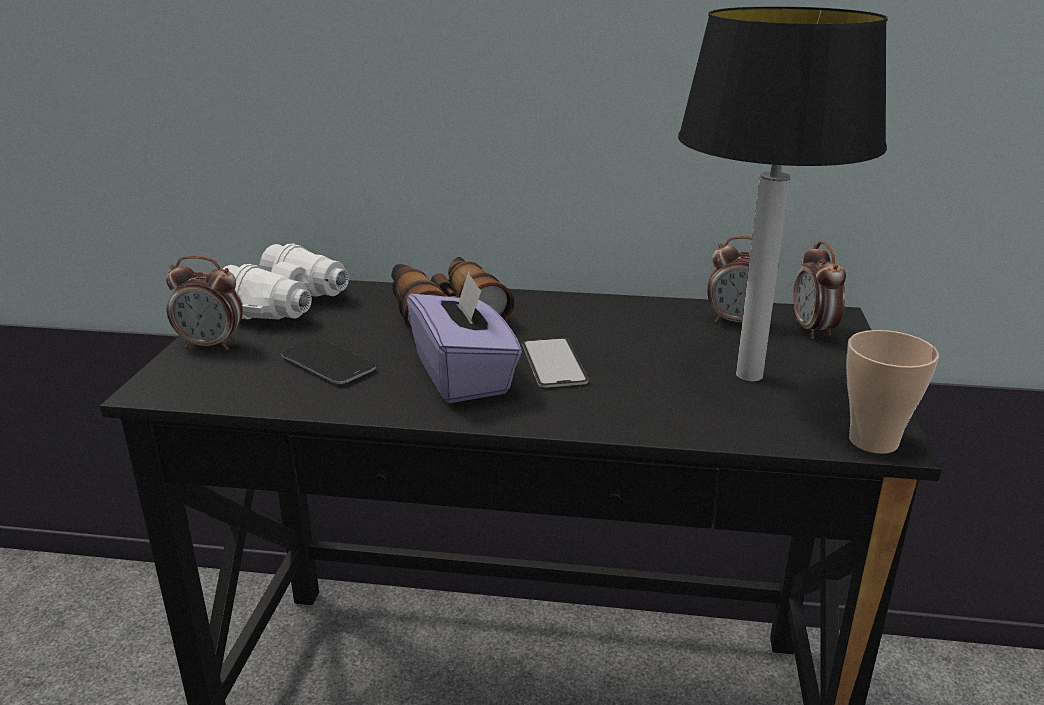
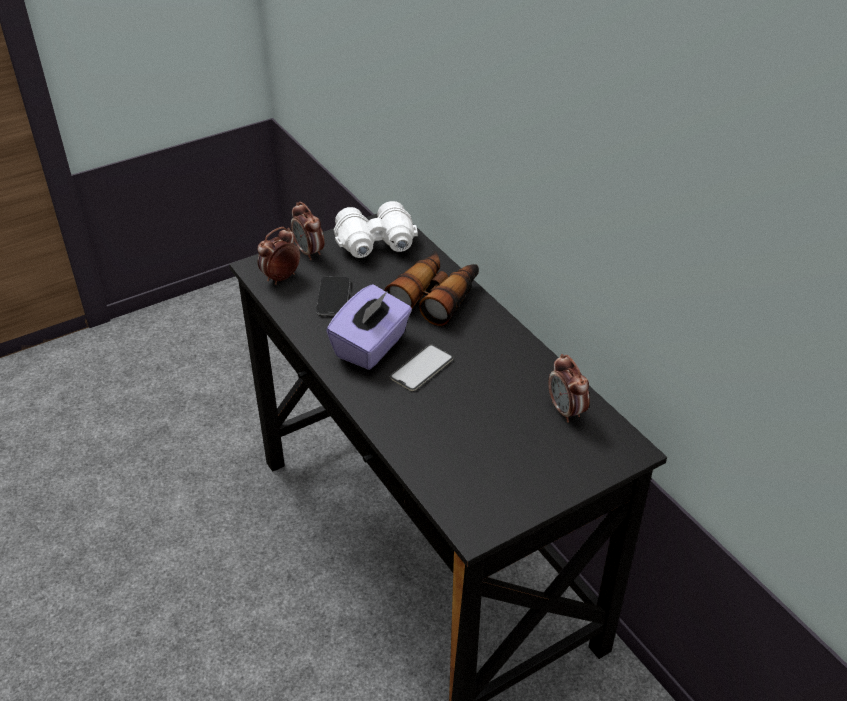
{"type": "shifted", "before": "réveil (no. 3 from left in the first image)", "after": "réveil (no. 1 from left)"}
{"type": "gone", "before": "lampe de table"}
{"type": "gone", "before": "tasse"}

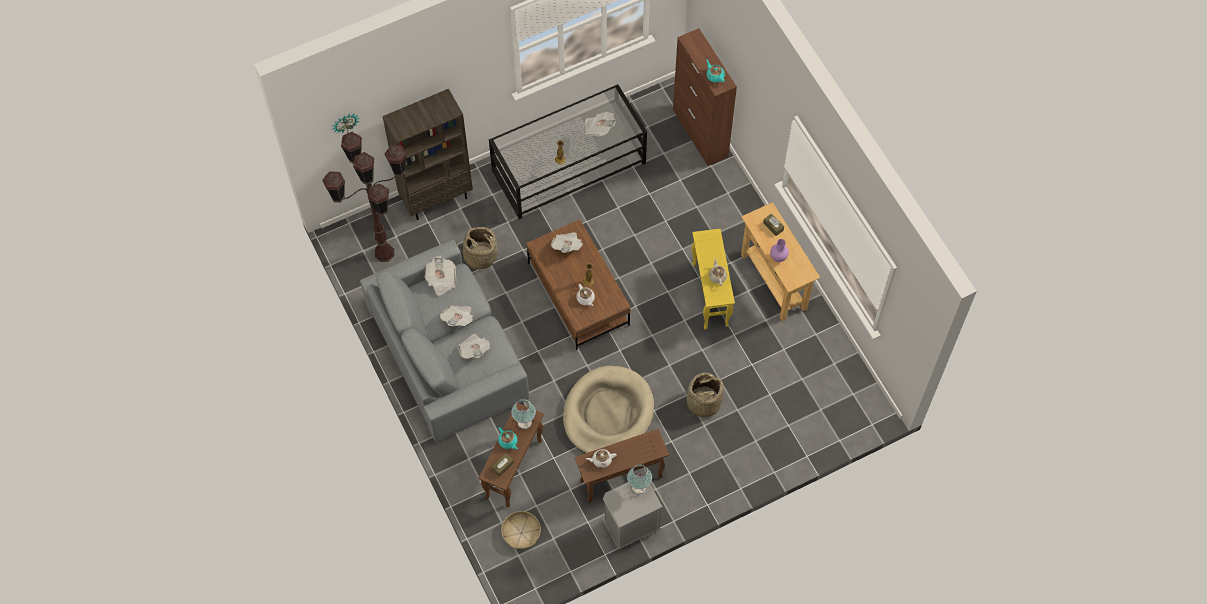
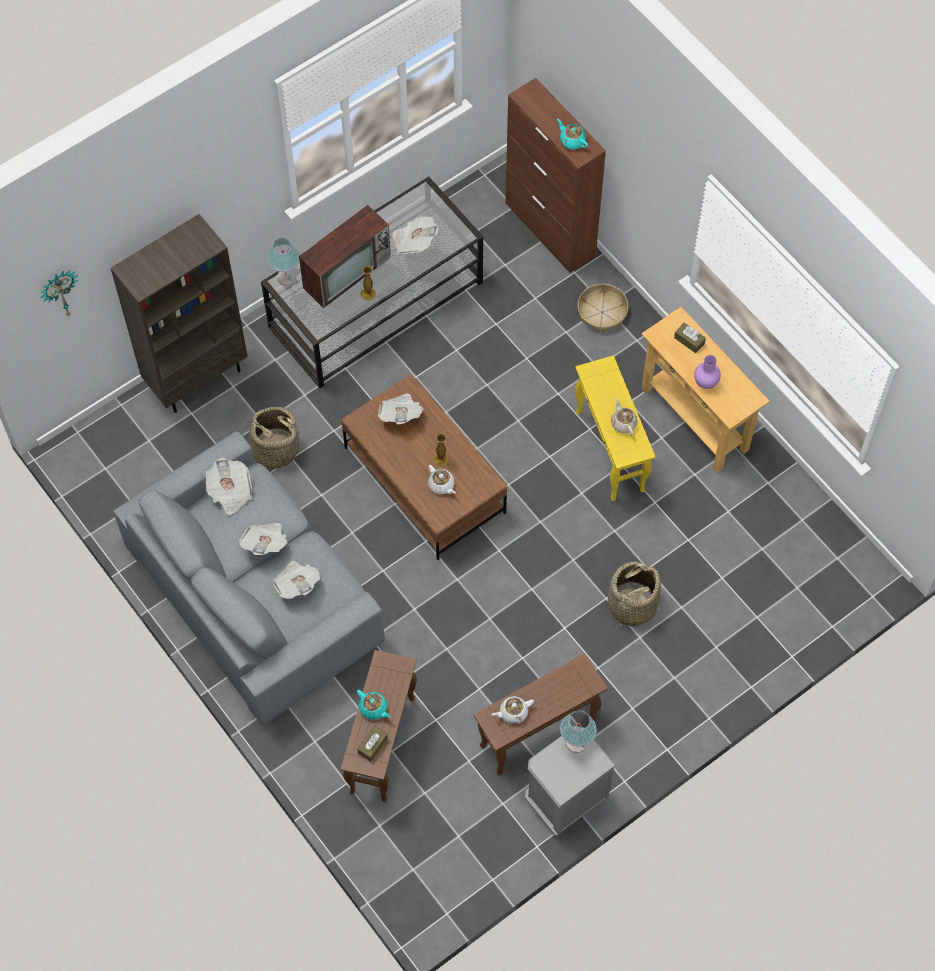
{"type": "shifted", "before": "lampe de table (no. 1 from left)"}
{"type": "new", "after": "téléviseur"}
{"type": "shifted", "before": "panier (no. 2 from left)"}
{"type": "gone", "before": "lampadaire (marron)"}
{"type": "gone", "before": "panier pour chien (beige)"}

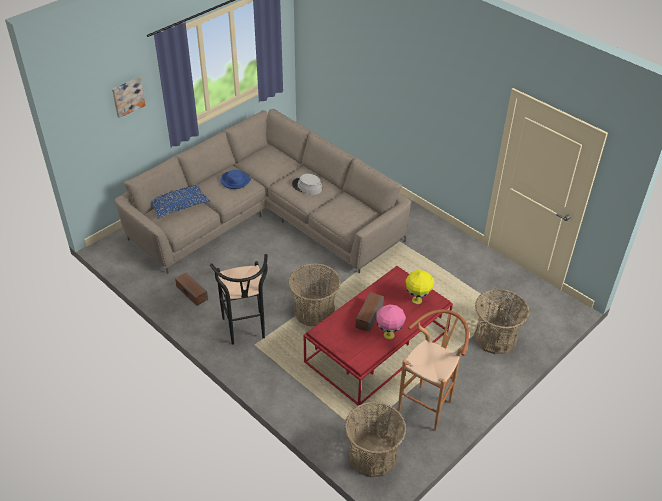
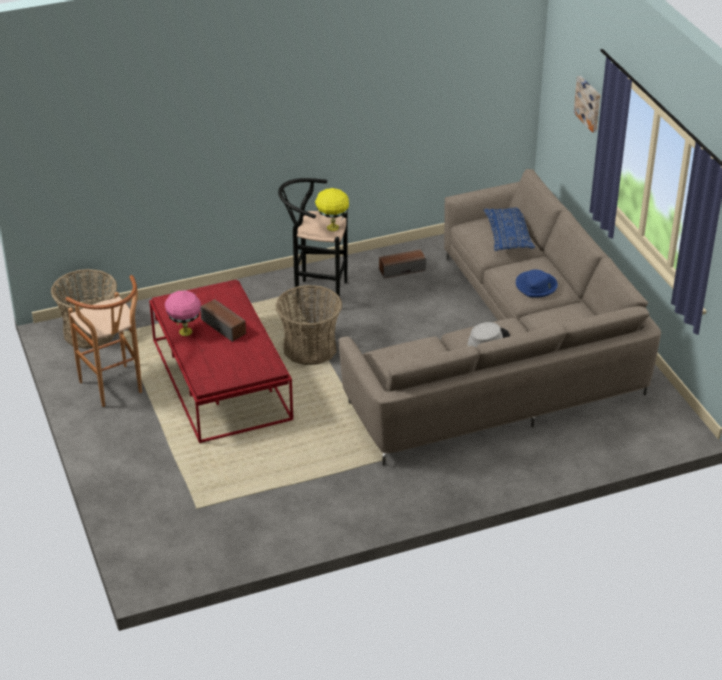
{"type": "shifted", "before": "lampe de table (jaune)"}
{"type": "gone", "before": "panier (no. 3 from left)"}

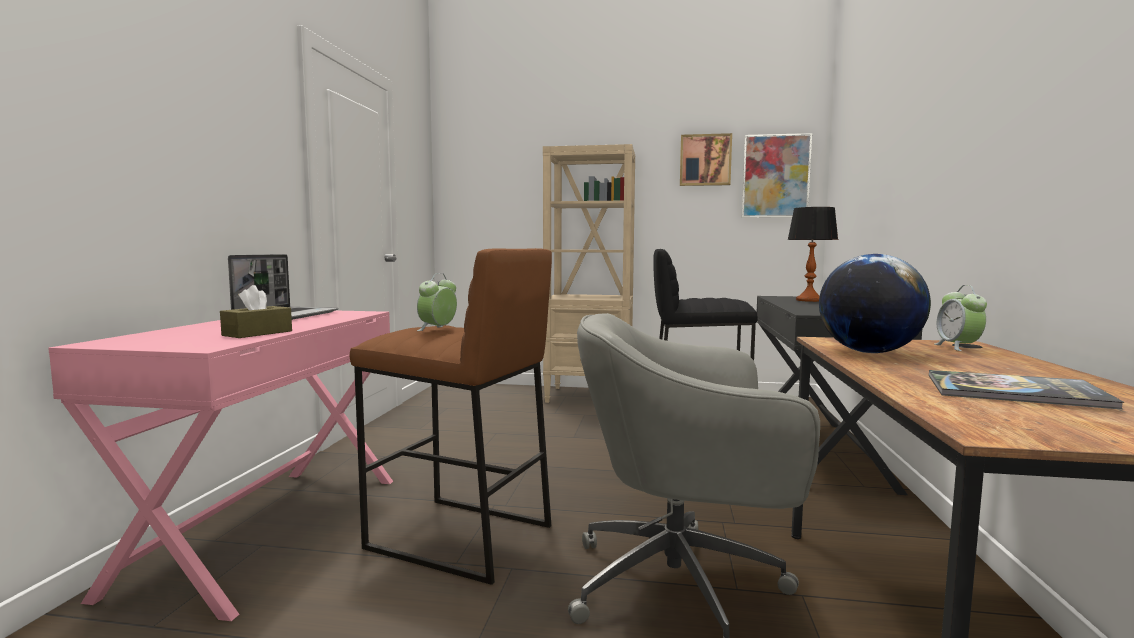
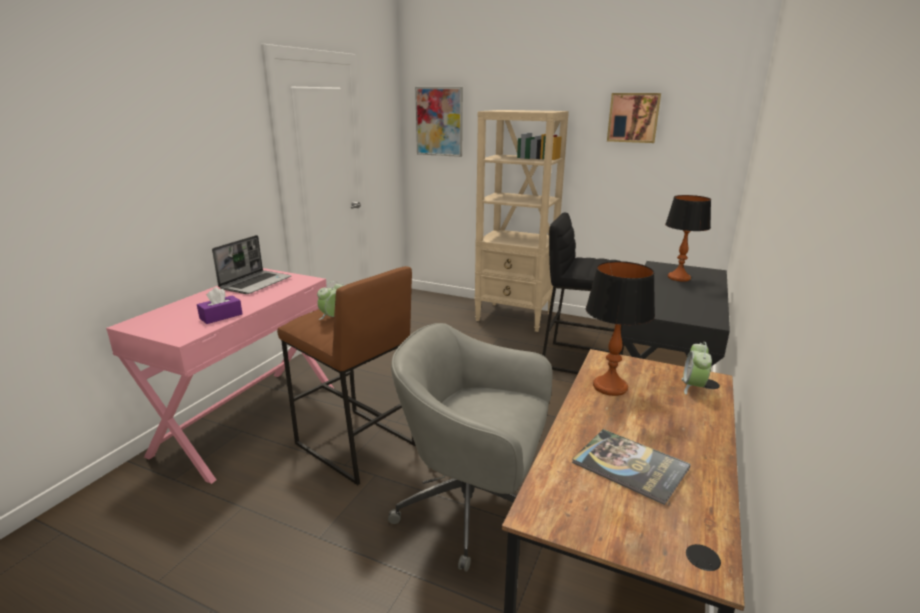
{"type": "repainted", "before": "boîte à mouchoirs (marron)", "after": "boîte à mouchoirs (violet)"}
{"type": "shifted", "before": "tableau (no. 2 from left in the first image)", "after": "tableau (no. 1 from left)"}
{"type": "swapped", "before": "globe", "after": "lampe de table (no. 1 from left)"}

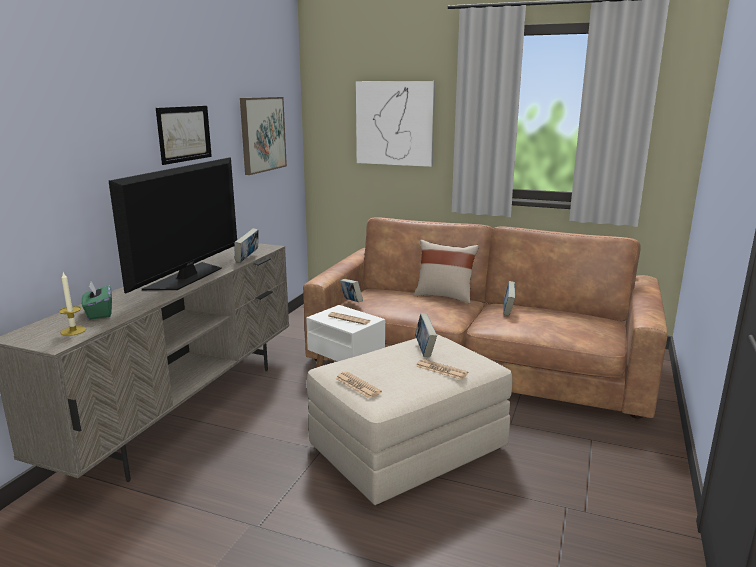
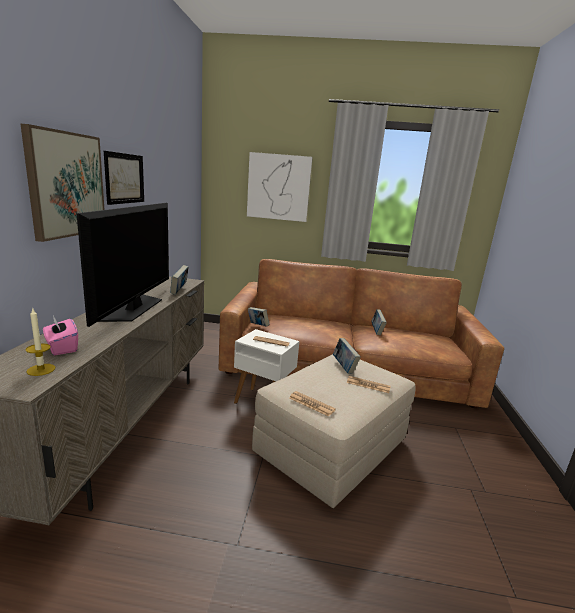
{"type": "shifted", "before": "tableau (no. 2 from left in the first image)", "after": "tableau (no. 1 from left)"}
{"type": "repainted", "before": "boîte à mouchoirs (vert)", "after": "boîte à mouchoirs (rose)"}
{"type": "gone", "before": "coussin (beige)"}

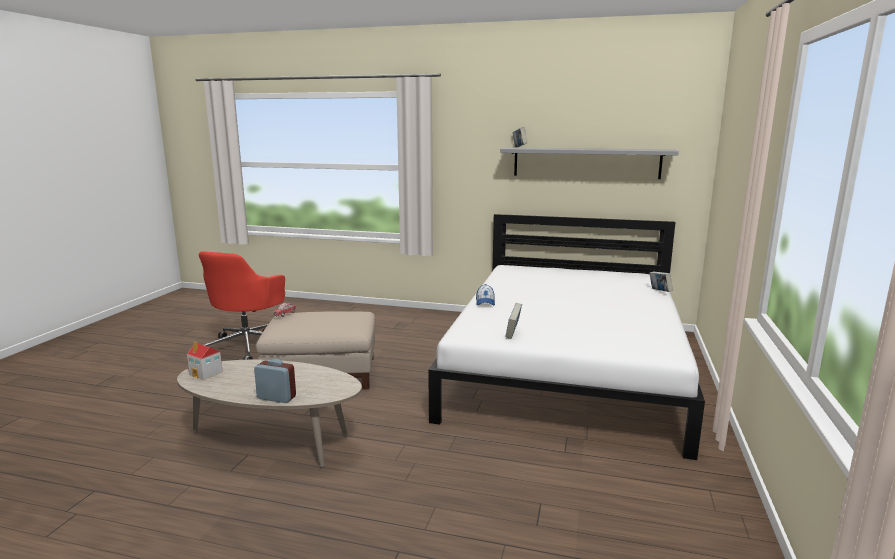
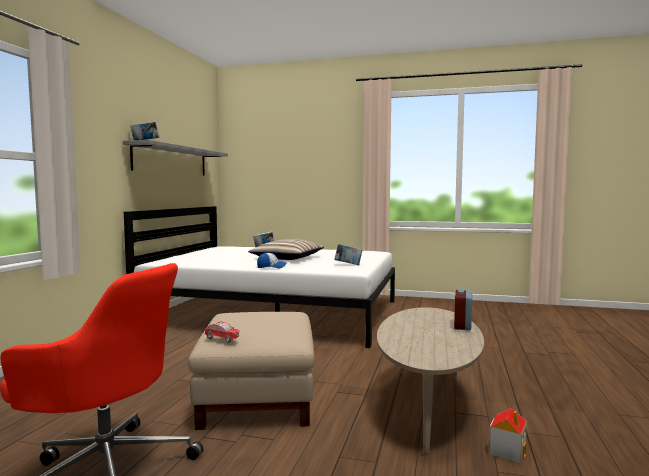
{"type": "new", "after": "coussin"}
{"type": "shifted", "before": "maison miniature"}

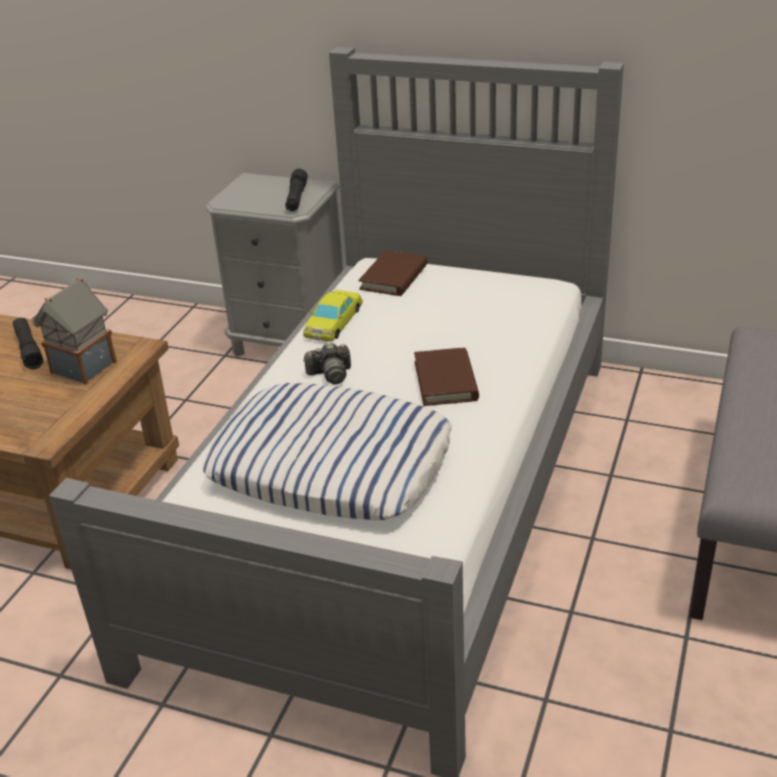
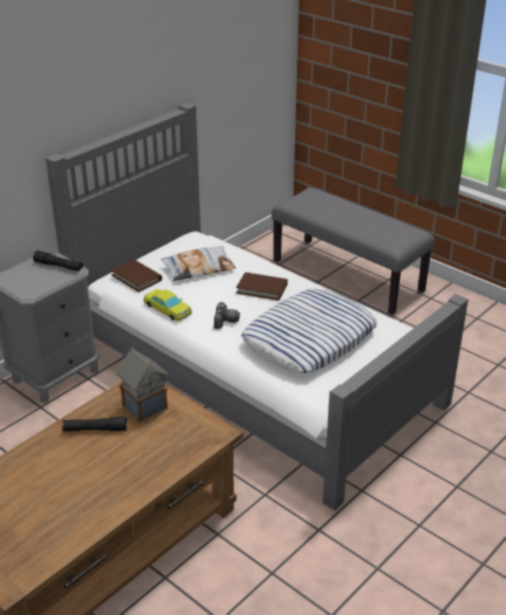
{"type": "new", "after": "coussin (no. 1 from left)"}

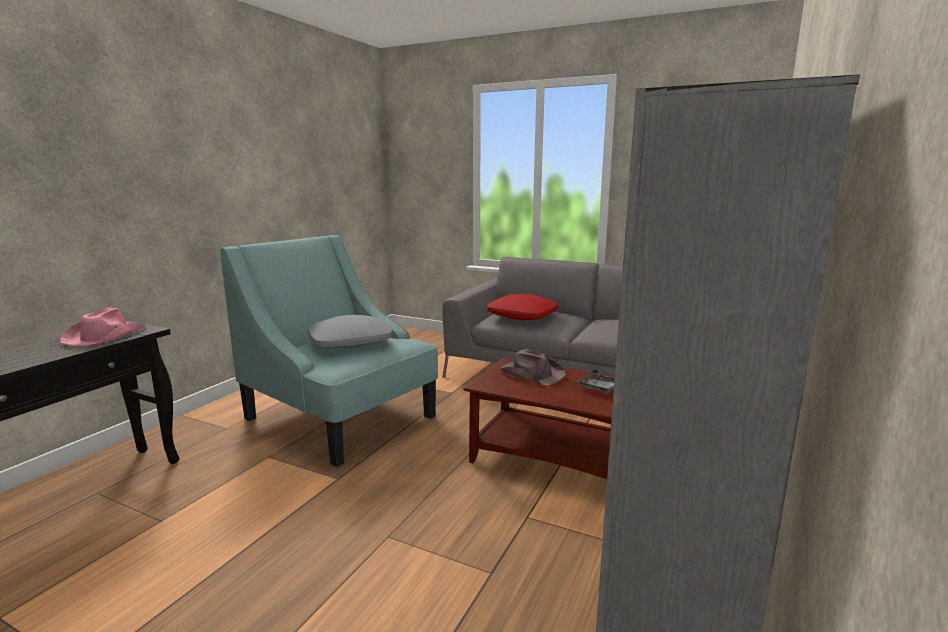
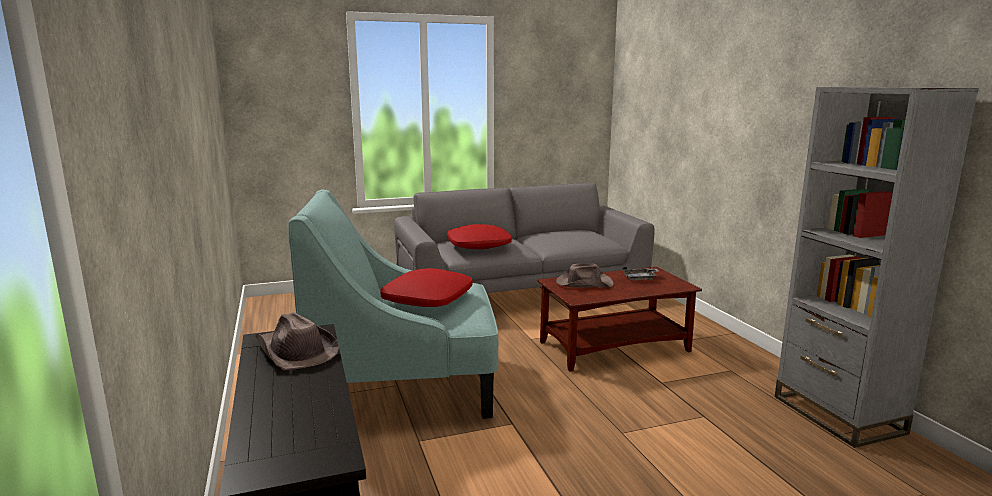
{"type": "repainted", "before": "chapeau (rose)", "after": "chapeau (marron) (no. 1 from left)"}
{"type": "repainted", "before": "coussin (gris)", "after": "coussin (rouge) (no. 1 from left)"}

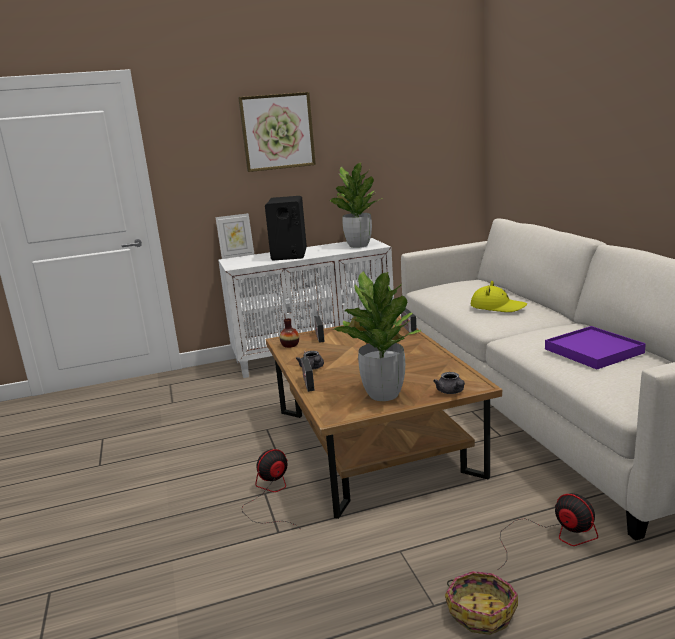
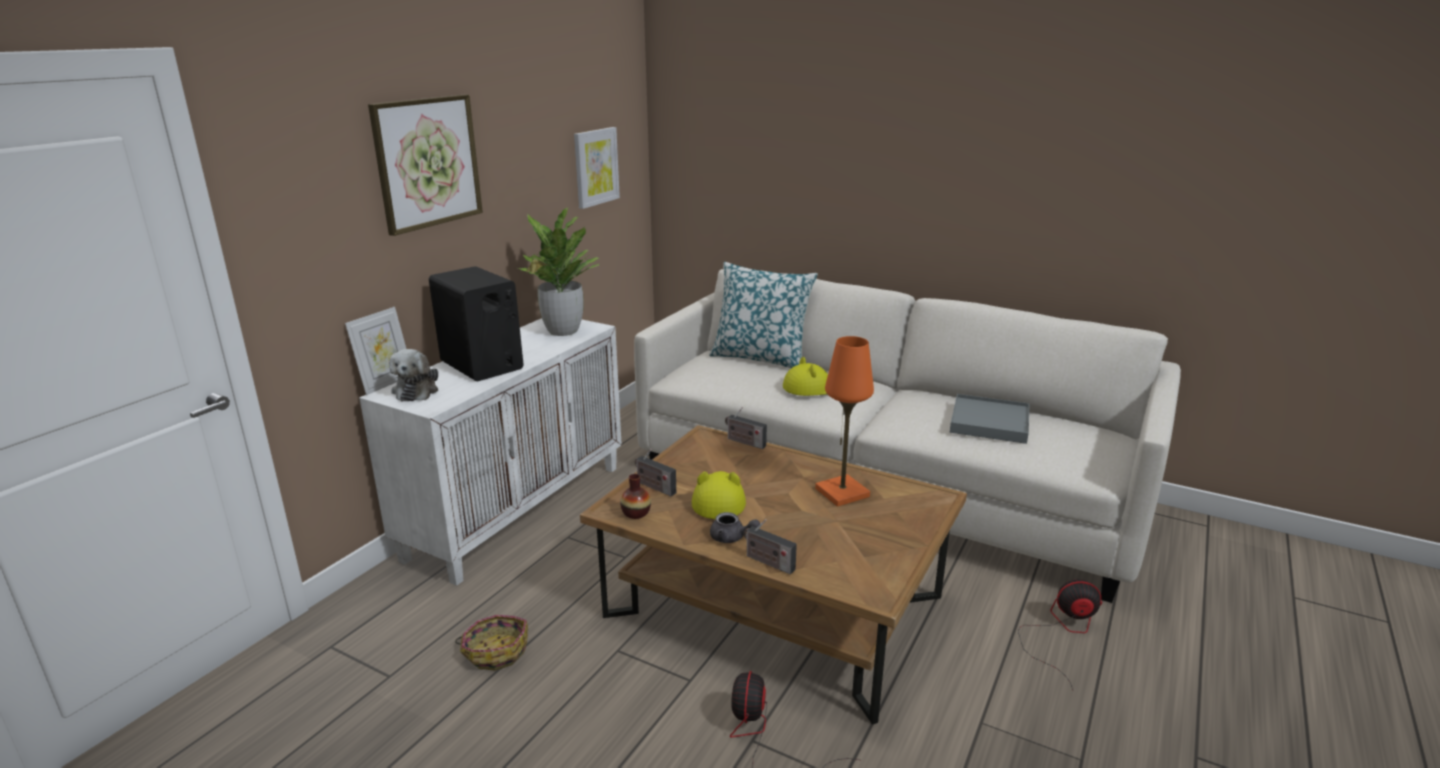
{"type": "new", "after": "peluche"}
{"type": "shifted", "before": "panier"}
{"type": "new", "after": "tableau (no. 2 from left)"}
{"type": "new", "after": "chapeau (jaune) (no. 1 from left)"}
{"type": "new", "after": "coussin"}
{"type": "new", "after": "lampe de table (orange)"}
{"type": "repainted", "before": "plateau (violet)", "after": "plateau (gris)"}
{"type": "gone", "before": "plante en pot (no. 2 from left)"}
{"type": "gone", "before": "théière (gris) (no. 2 from left)"}

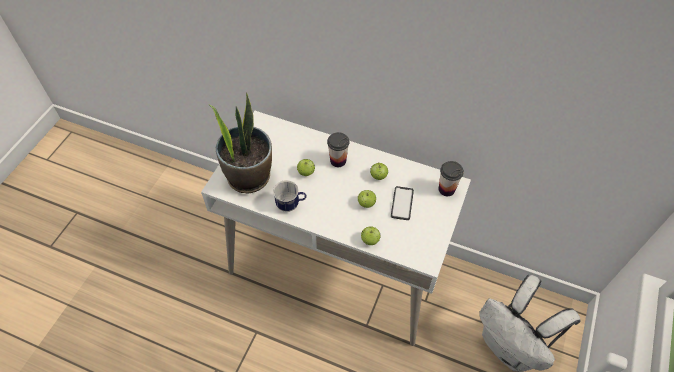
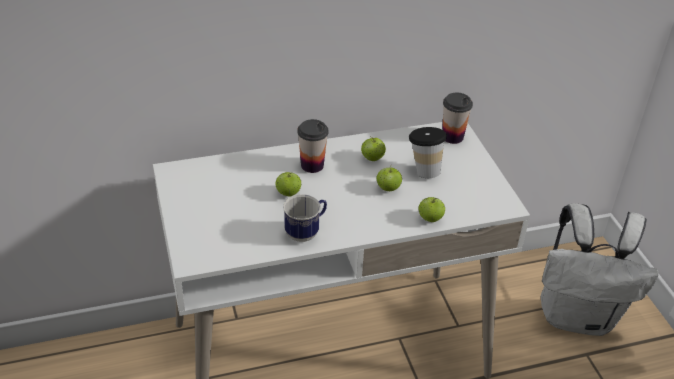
{"type": "swapped", "before": "téléphone", "after": "tasse (no. 2 from left)"}
{"type": "gone", "before": "plante en pot"}

